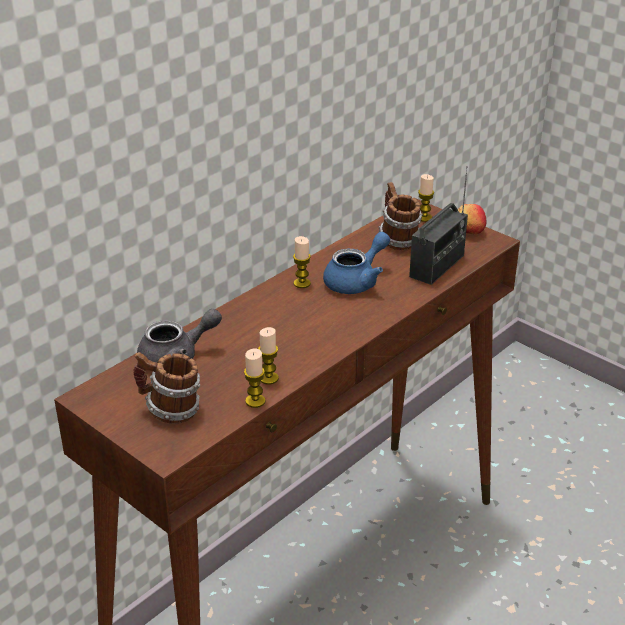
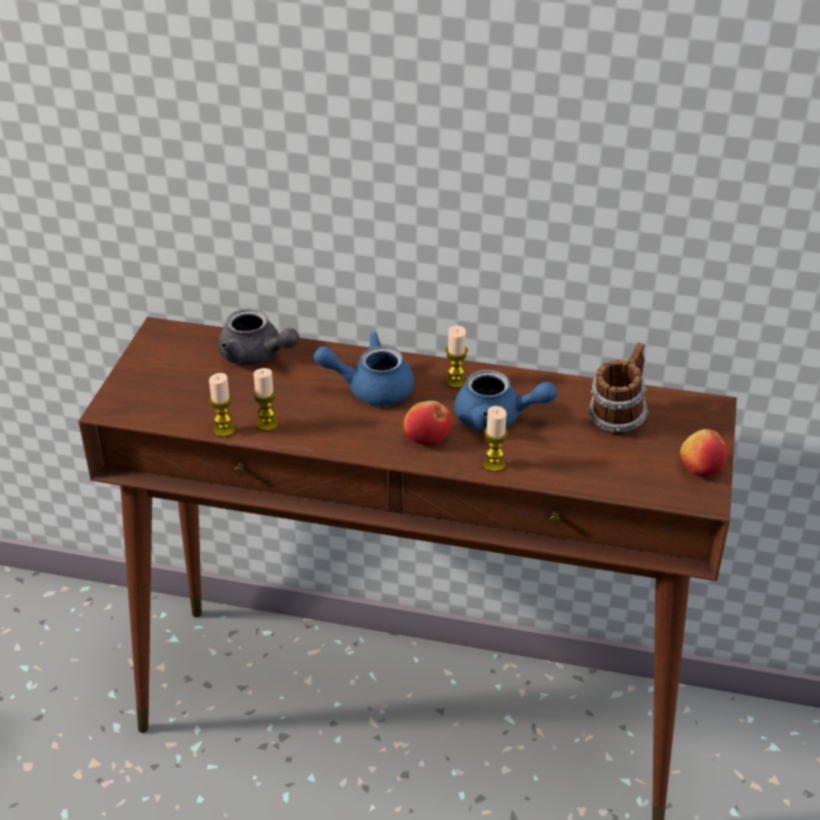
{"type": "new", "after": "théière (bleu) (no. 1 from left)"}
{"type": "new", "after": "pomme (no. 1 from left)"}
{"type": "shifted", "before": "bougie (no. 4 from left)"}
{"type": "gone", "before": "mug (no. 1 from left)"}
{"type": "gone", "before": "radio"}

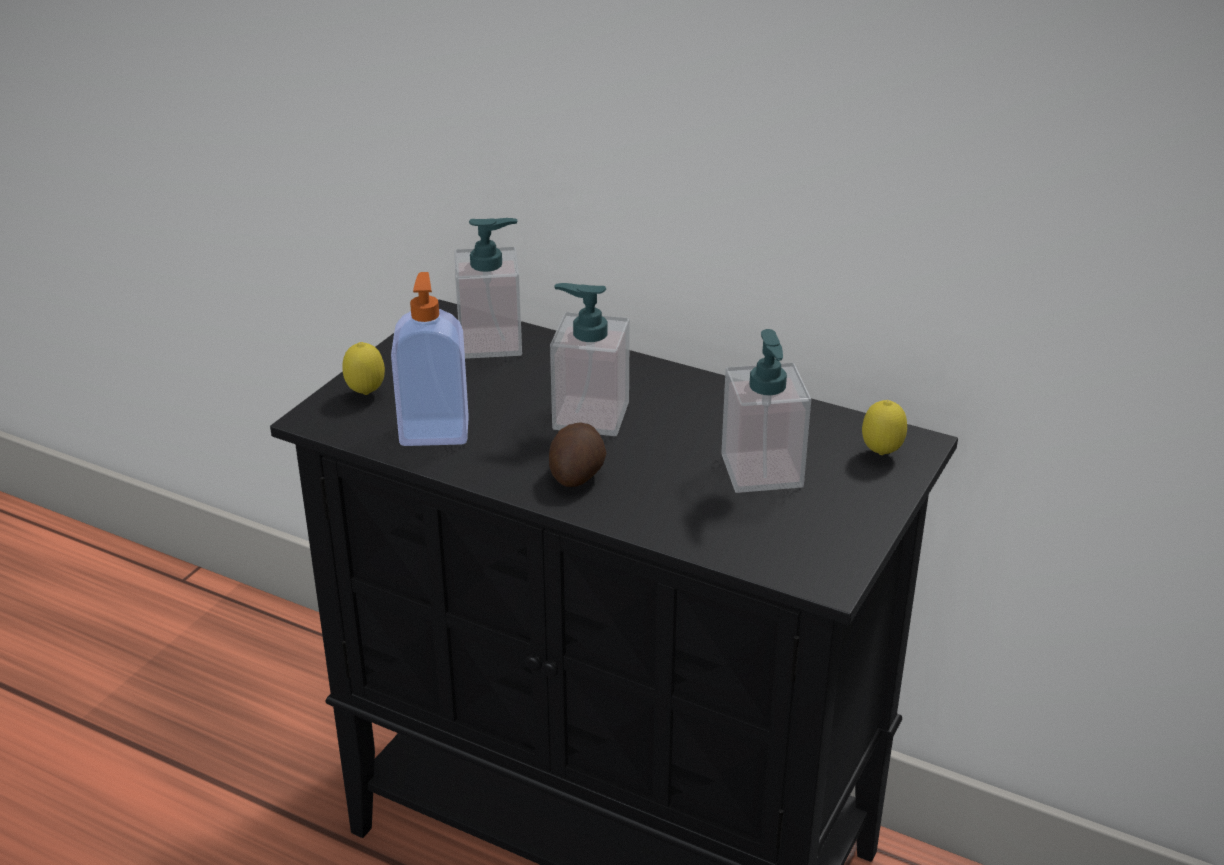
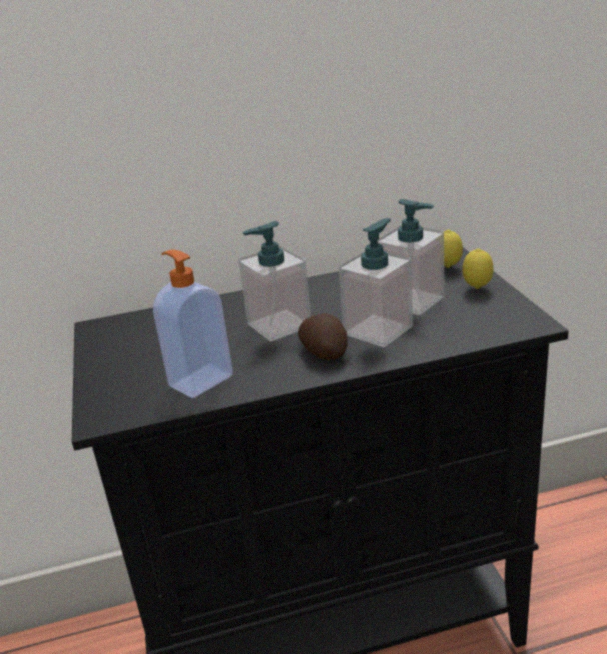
{"type": "shifted", "before": "distributeur de savon (no. 2 from left in the first image)", "after": "distributeur de savon (no. 3 from left)"}
{"type": "shifted", "before": "citron (no. 1 from left in the first image)", "after": "citron (no. 2 from left)"}

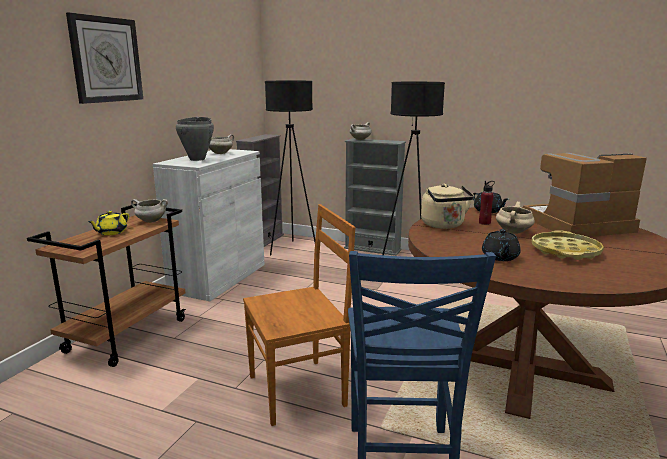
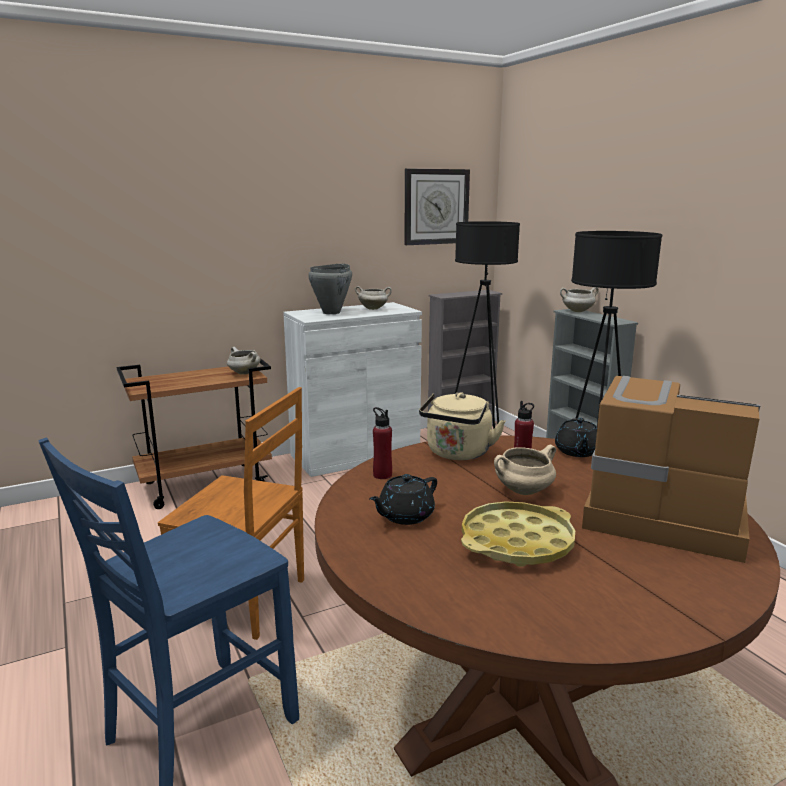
{"type": "new", "after": "bouteille (rouge) (no. 1 from left)"}
{"type": "shifted", "before": "horloge murale"}
{"type": "gone", "before": "théière (jaune)"}

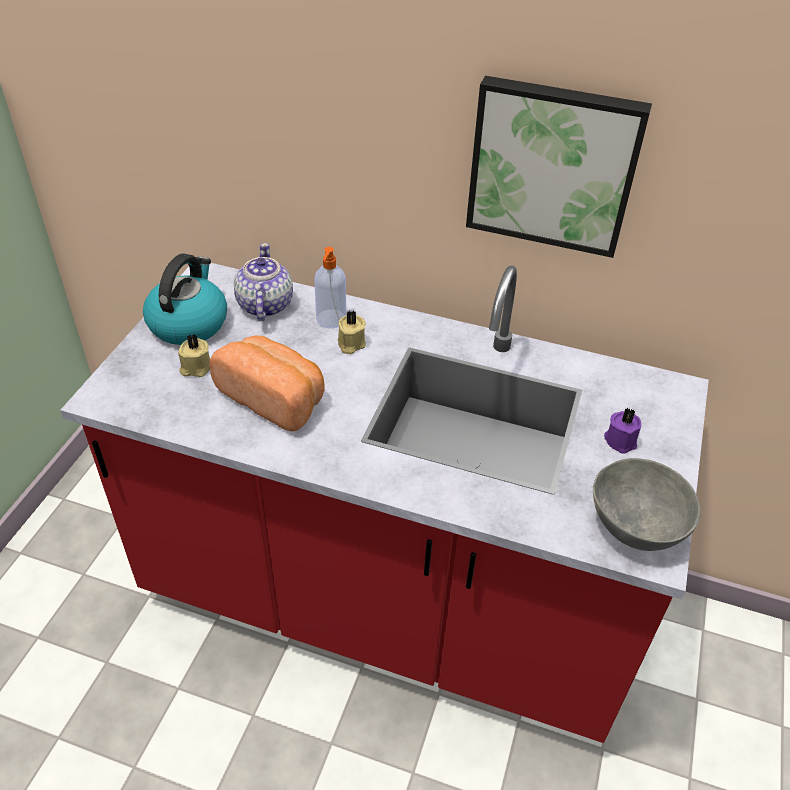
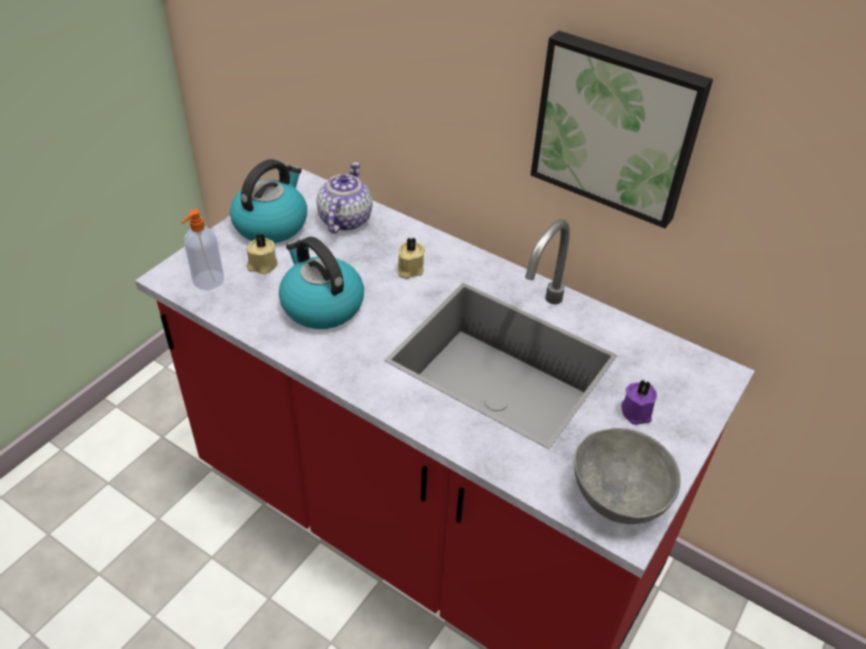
{"type": "shifted", "before": "distributeur de savon"}
{"type": "swapped", "before": "pain", "after": "bouilloire (no. 2 from left)"}

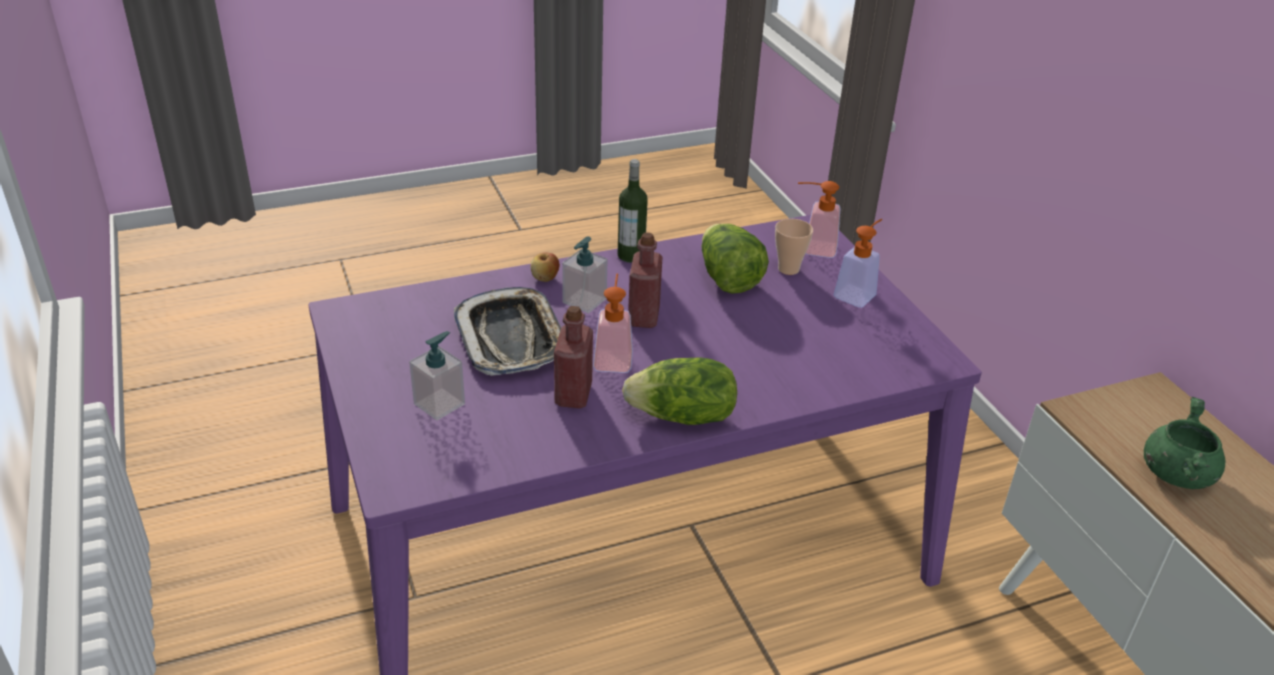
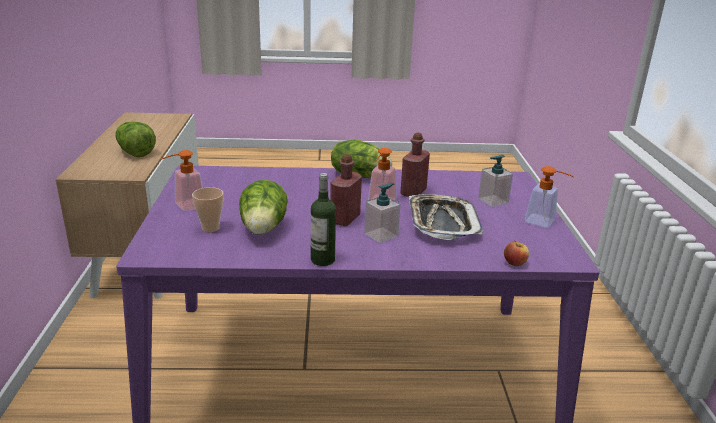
{"type": "swapped", "before": "marmite (vert)", "after": "laitue (no. 1 from left)"}
{"type": "shifted", "before": "pomme"}
{"type": "shifted", "before": "distributeur de savon (no. 4 from left in the first image)", "after": "distributeur de savon (no. 5 from left)"}

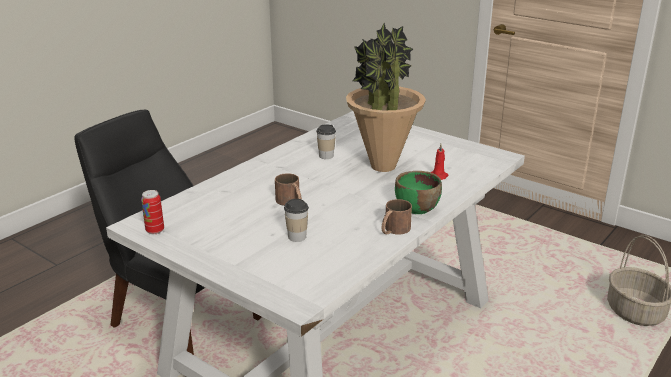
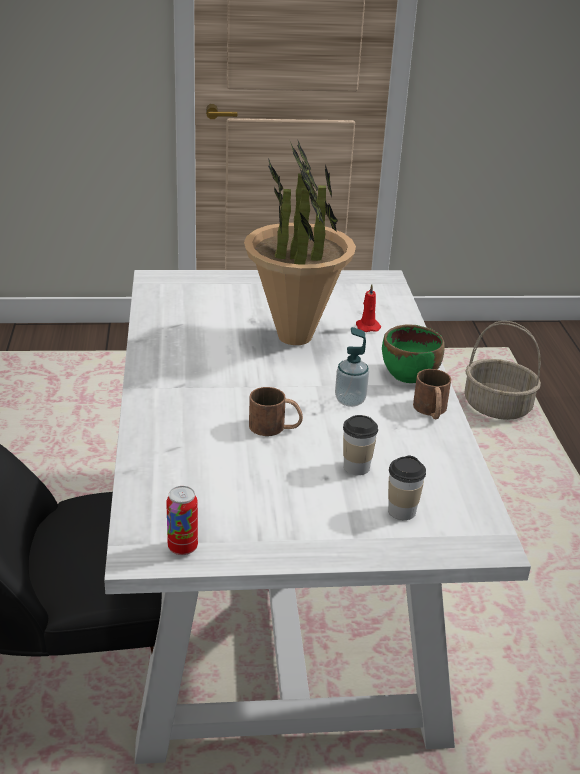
{"type": "new", "after": "distributeur de savon"}
{"type": "shifted", "before": "tasse (no. 2 from left)"}

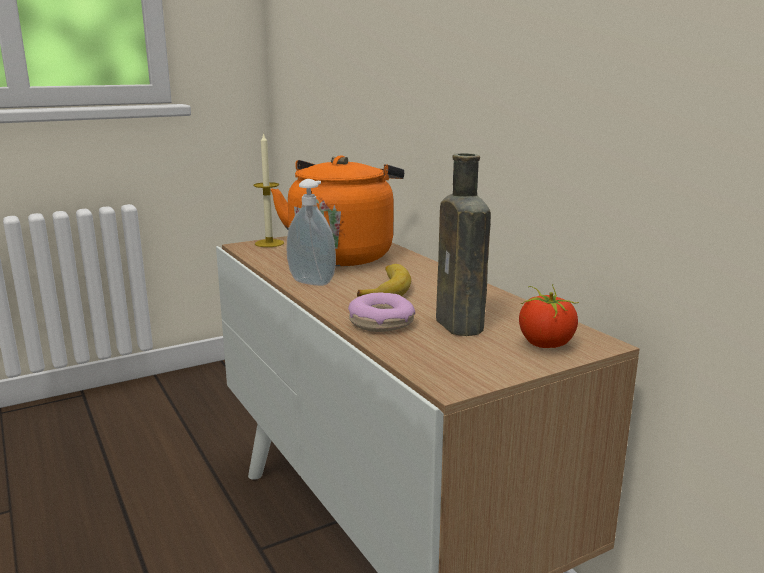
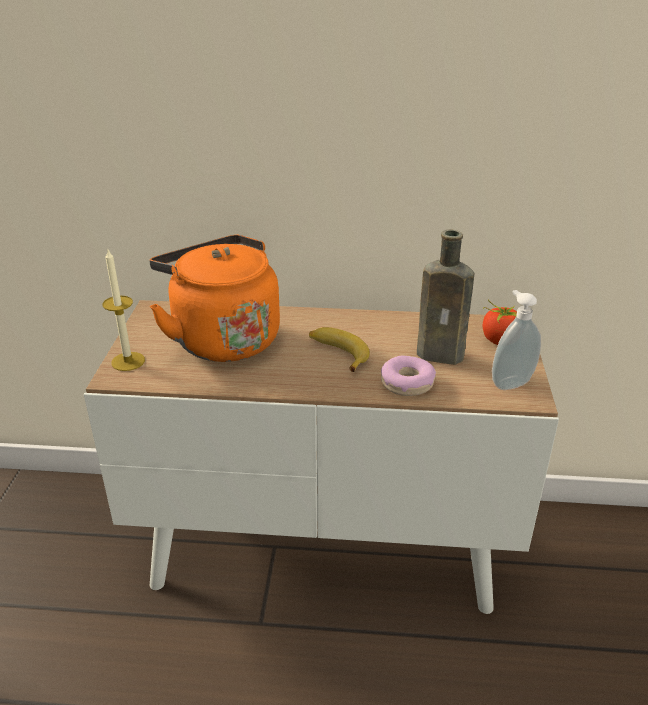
{"type": "shifted", "before": "distributeur de savon"}

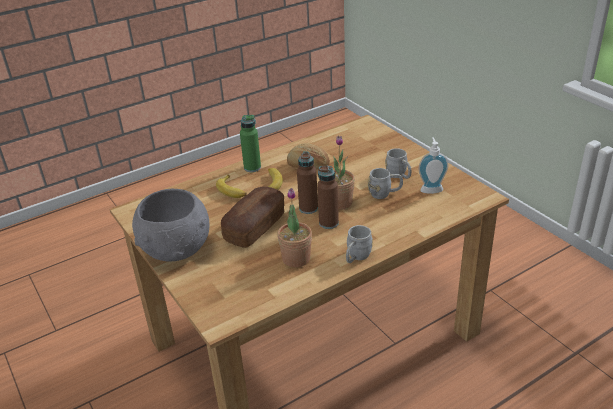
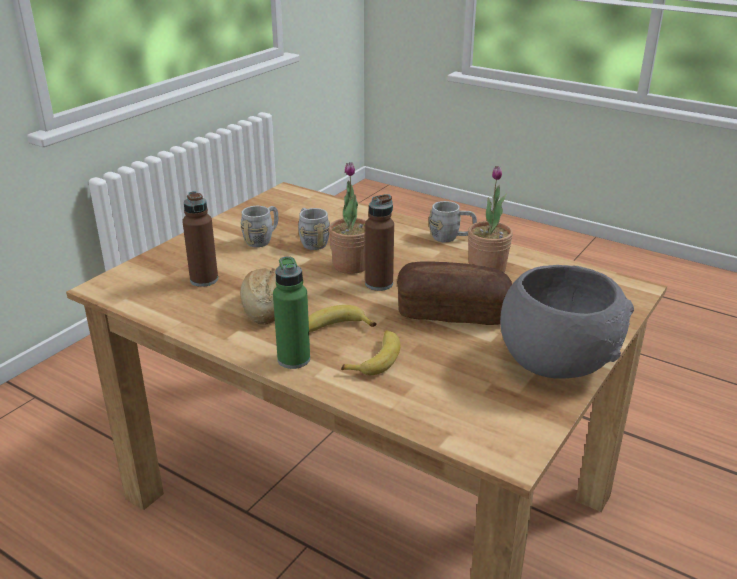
{"type": "shifted", "before": "bouteille (marron) (no. 2 from left in the first image)", "after": "bouteille (marron) (no. 1 from left)"}
{"type": "gone", "before": "distributeur de savon"}

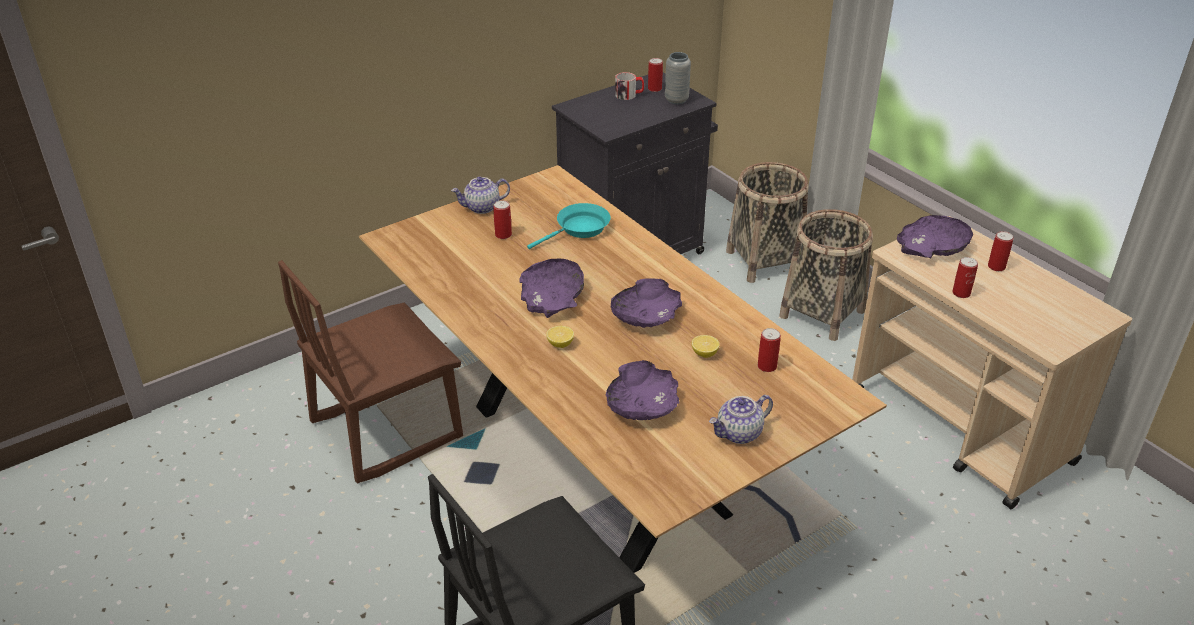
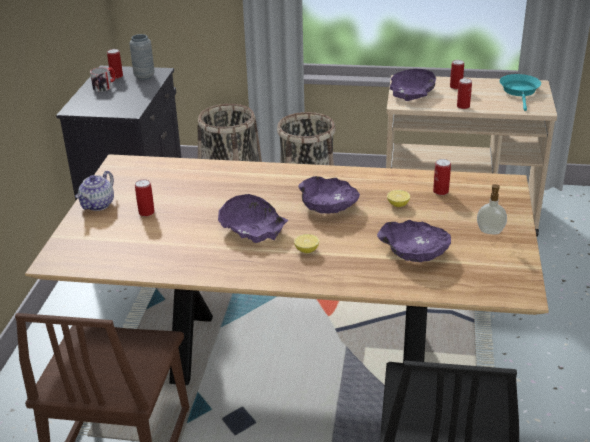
{"type": "swapped", "before": "théière (no. 2 from left)", "after": "distributeur de savon"}
{"type": "shifted", "before": "poêle (turquoise)"}

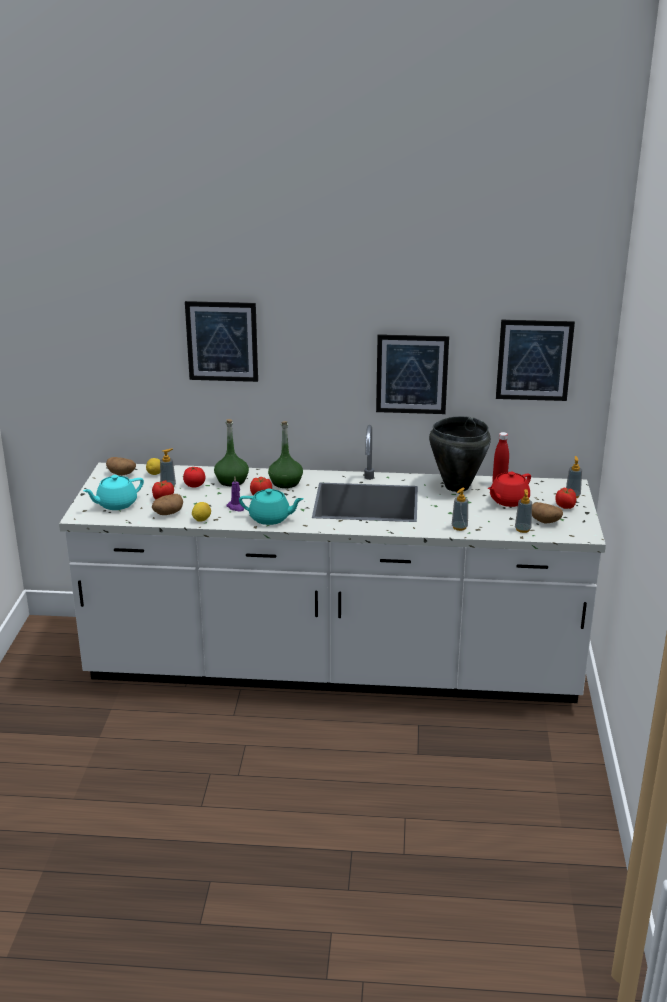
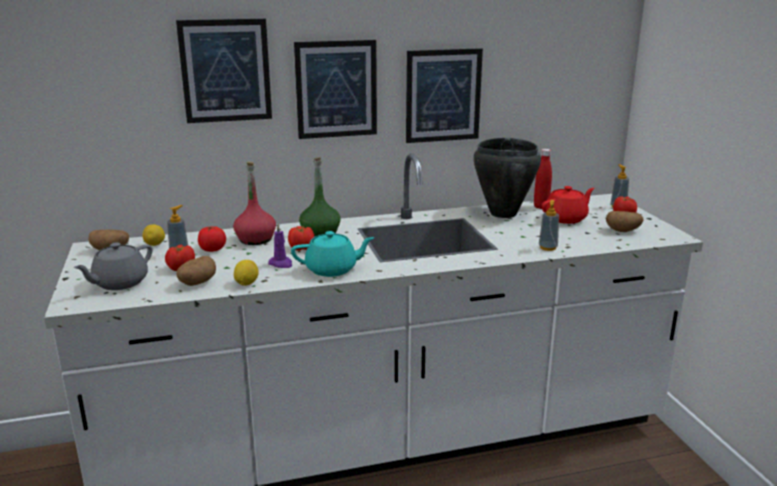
{"type": "repainted", "before": "théière (turquoise) (no. 1 from left)", "after": "théière (gris)"}
{"type": "repainted", "before": "bouteille (vert) (no. 1 from left)", "after": "bouteille (rouge) (no. 1 from left)"}
{"type": "shifted", "before": "tableau (no. 3 from left in the first image)", "after": "tableau (no. 2 from left)"}
{"type": "rotated", "before": "théière (rouge)", "turn": -150}
{"type": "gone", "before": "distributeur de savon (no. 3 from left)"}

